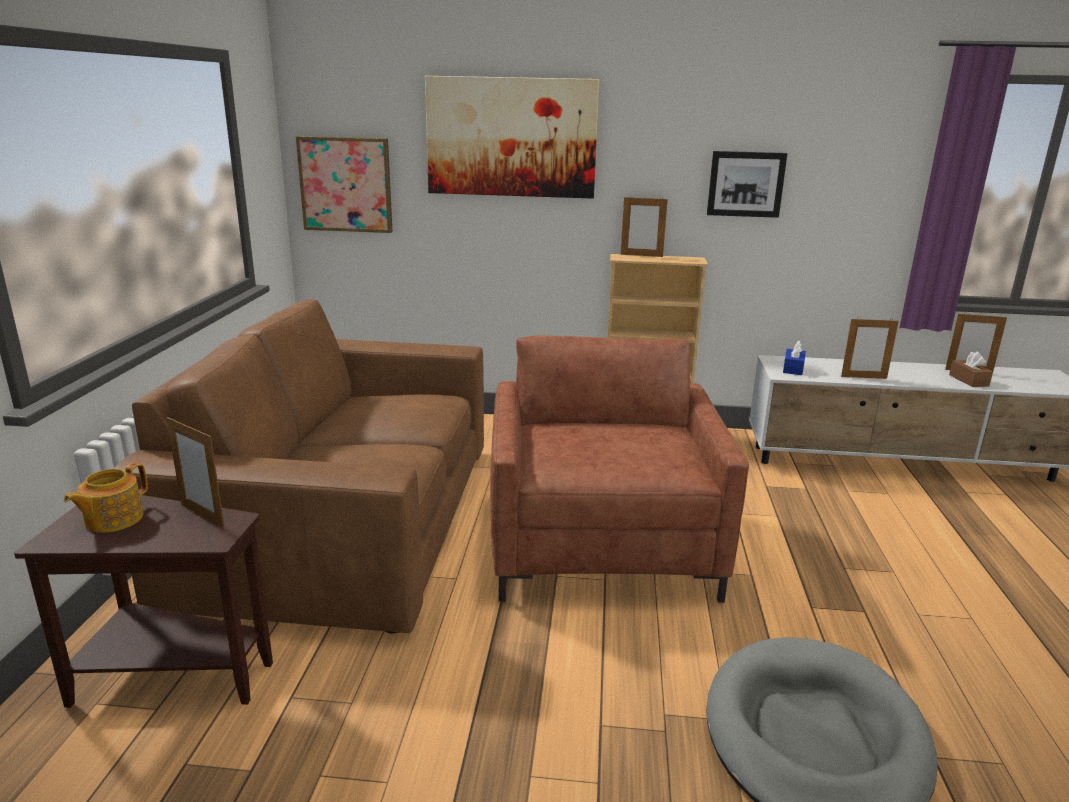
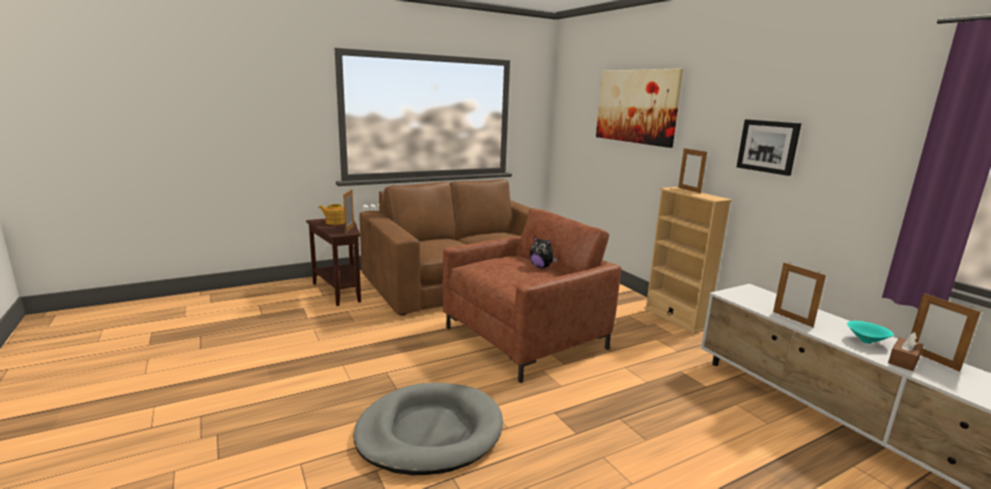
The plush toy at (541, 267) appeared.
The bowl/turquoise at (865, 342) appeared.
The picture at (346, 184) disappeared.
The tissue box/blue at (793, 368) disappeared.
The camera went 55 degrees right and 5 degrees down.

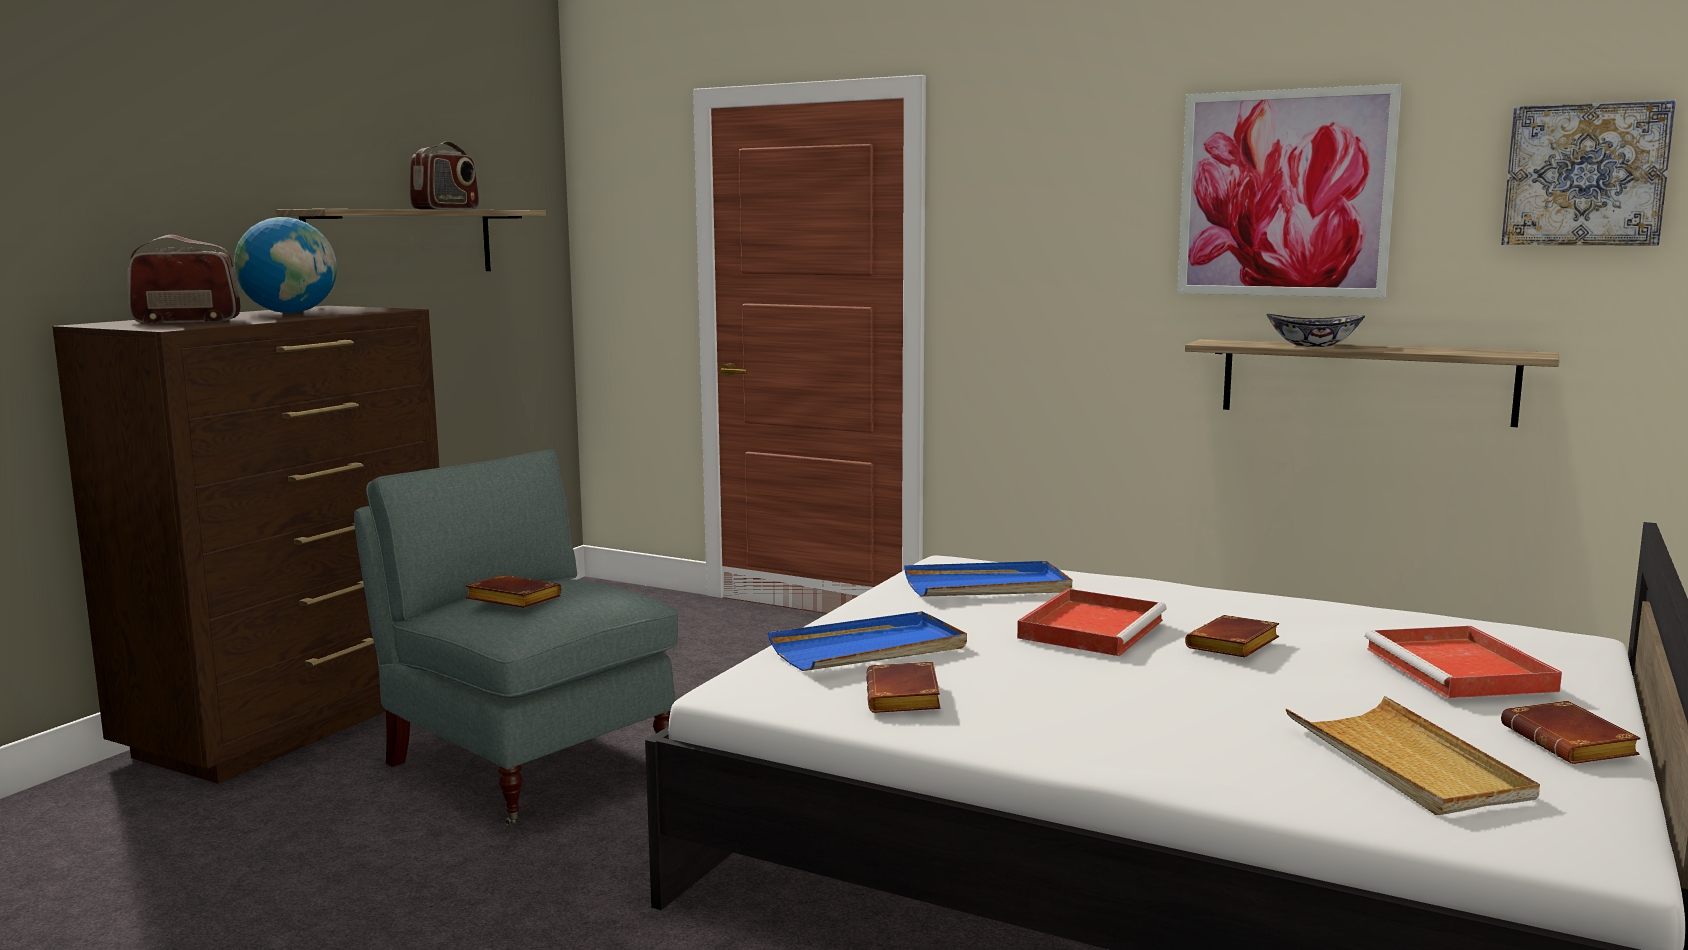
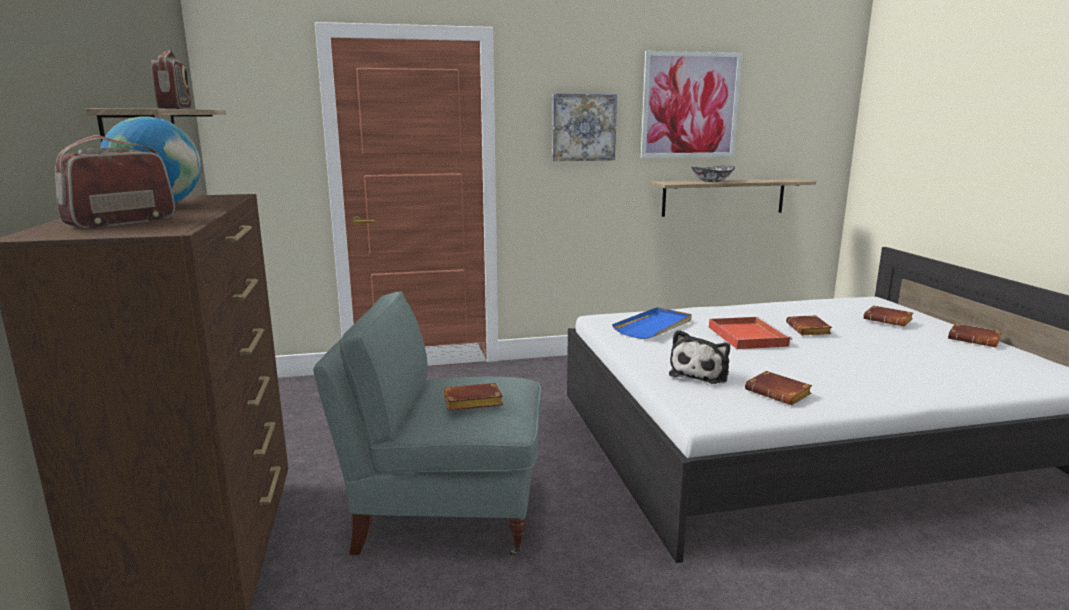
The picture moved from (1585, 175) to (583, 127).
The tray/blue at (870, 649) was replaced by the plush toy at (701, 373).
The tray/red at (1461, 670) was replaced by the book/brown at (889, 320).
The tray/beige at (1406, 763) disappeared.
The camera went 40 degrees left and 5 degrees up.

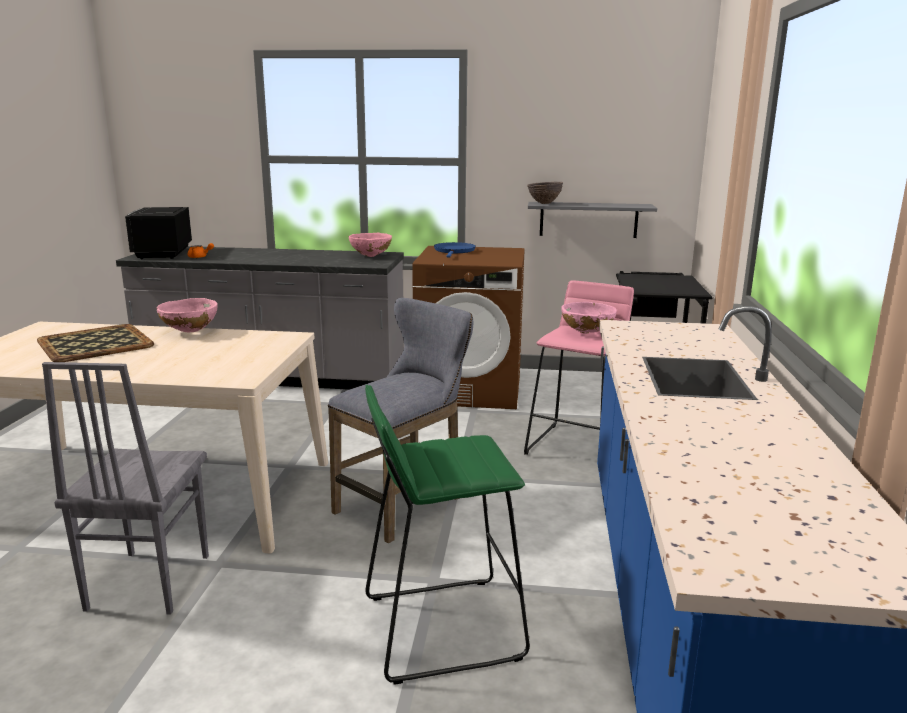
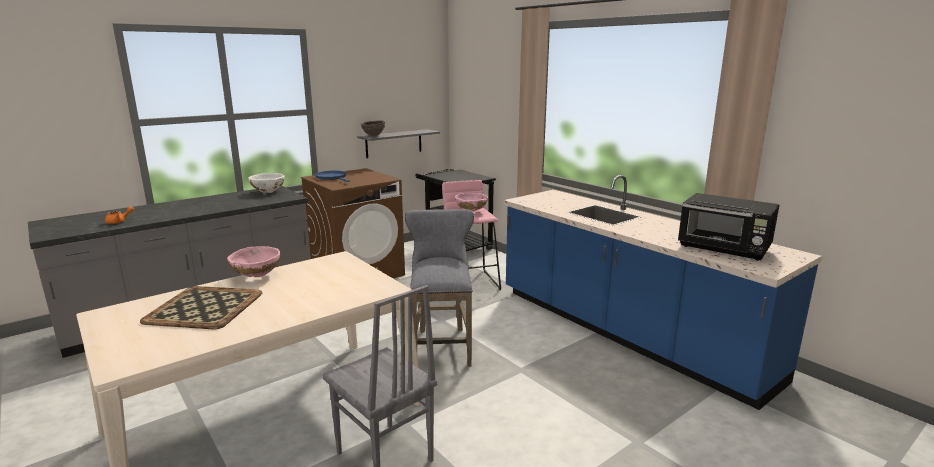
The bowl/pink at (371, 256) became the bowl/white at (268, 192).
The microwave/black moved from (162, 253) to (724, 249).
The stool/green at (441, 627) disappeared.
The camera went 45 degrees left and 0 degrees up.

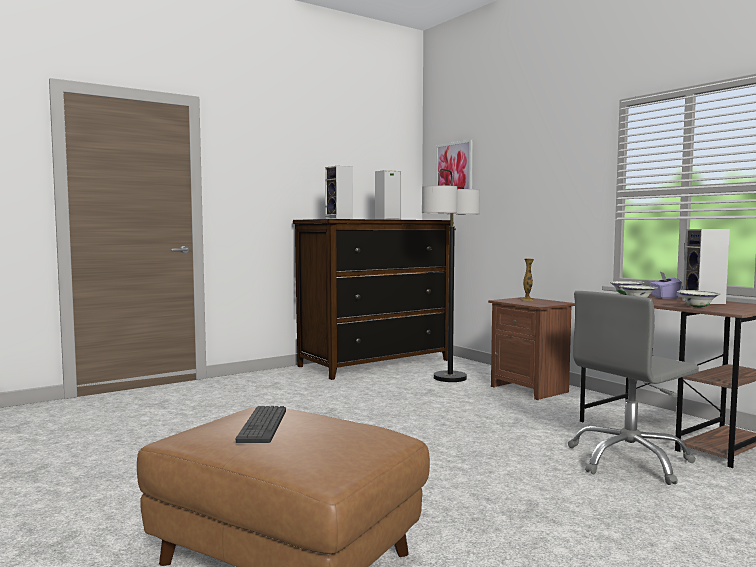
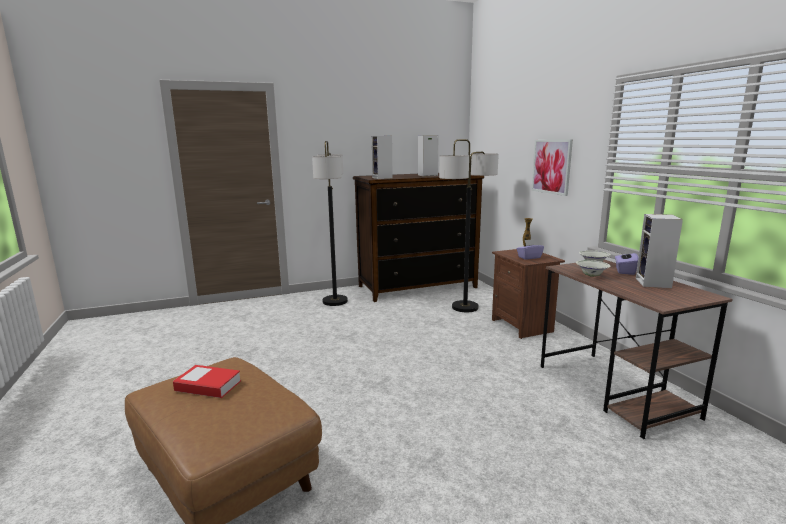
The keyboard at (262, 425) was replaced by the book at (208, 386).
The floor lamp at (335, 301) appeared.
The tissue box/purple at (529, 257) appeared.
The picture moved from (454, 168) to (551, 166).
The office chair/grey at (629, 460) disappeared.
The bowl/white at (697, 307) disappeared.
The camera went 15 degrees right and 10 degrees up.

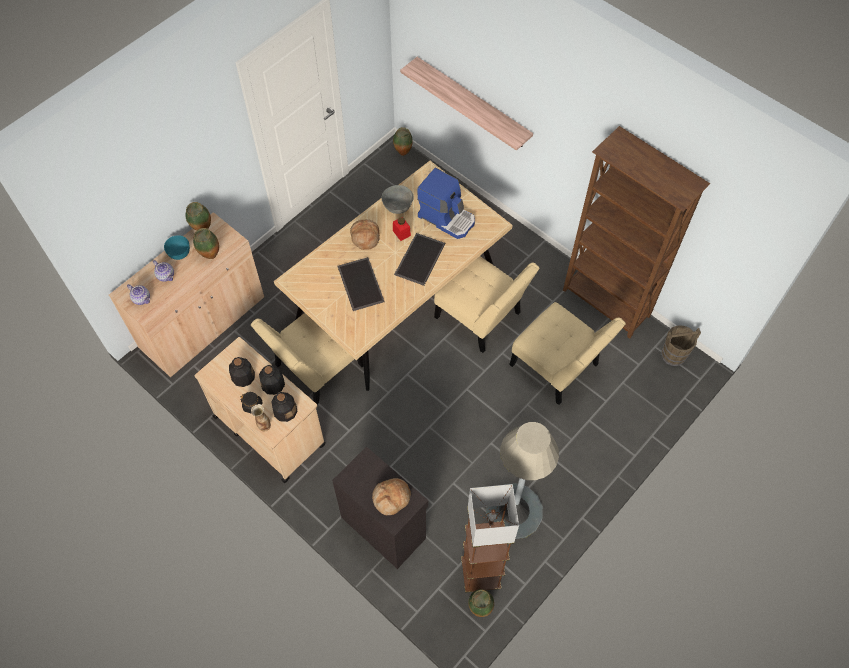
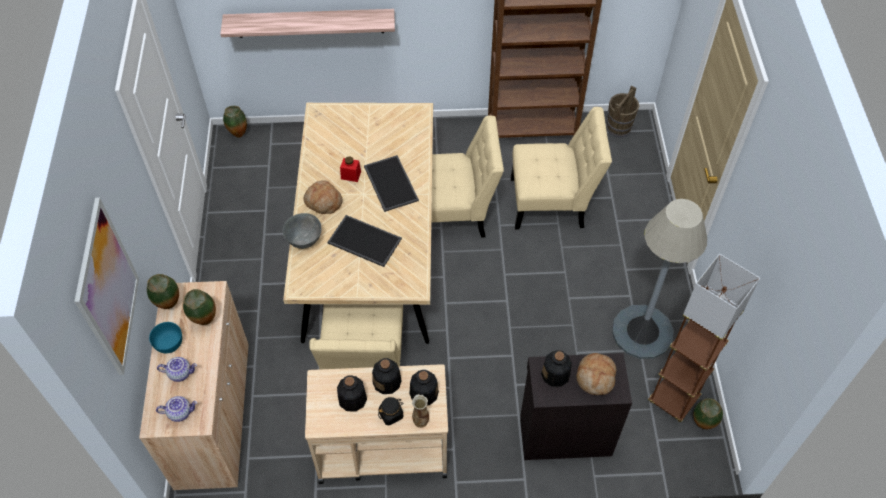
The picture at (107, 288) appeared.
The bowl/grey moved from (397, 207) to (304, 240).
The bottle at (555, 374) appeared.
The coffee machine at (447, 217) disappeared.
The camera went 45 degrees left and 5 degrees down.

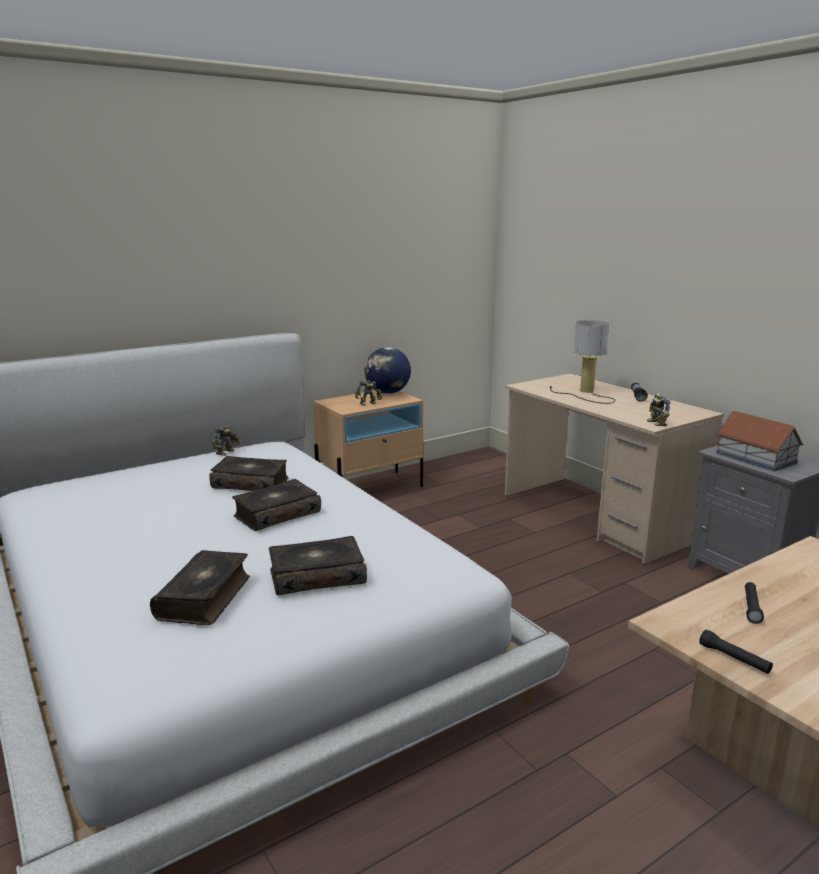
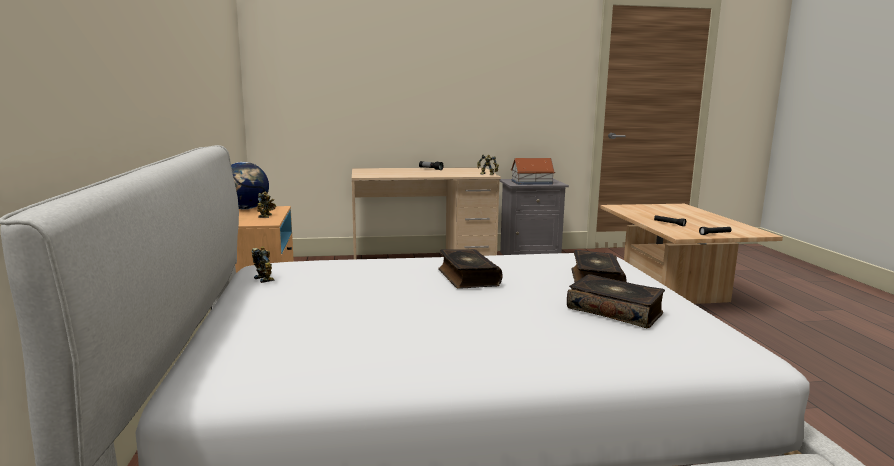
The book at (251, 483) disappeared.
The table lamp at (585, 393) disappeared.
The camera went 65 degrees left and 5 degrees down.

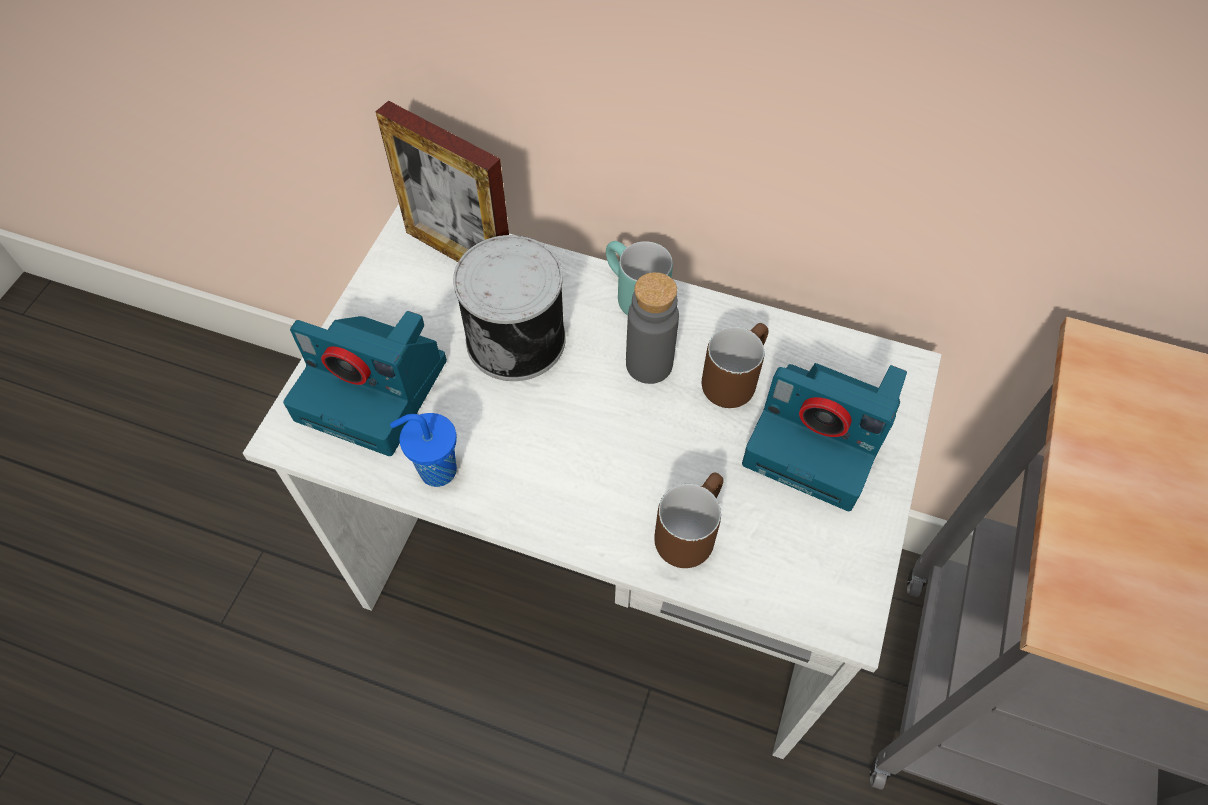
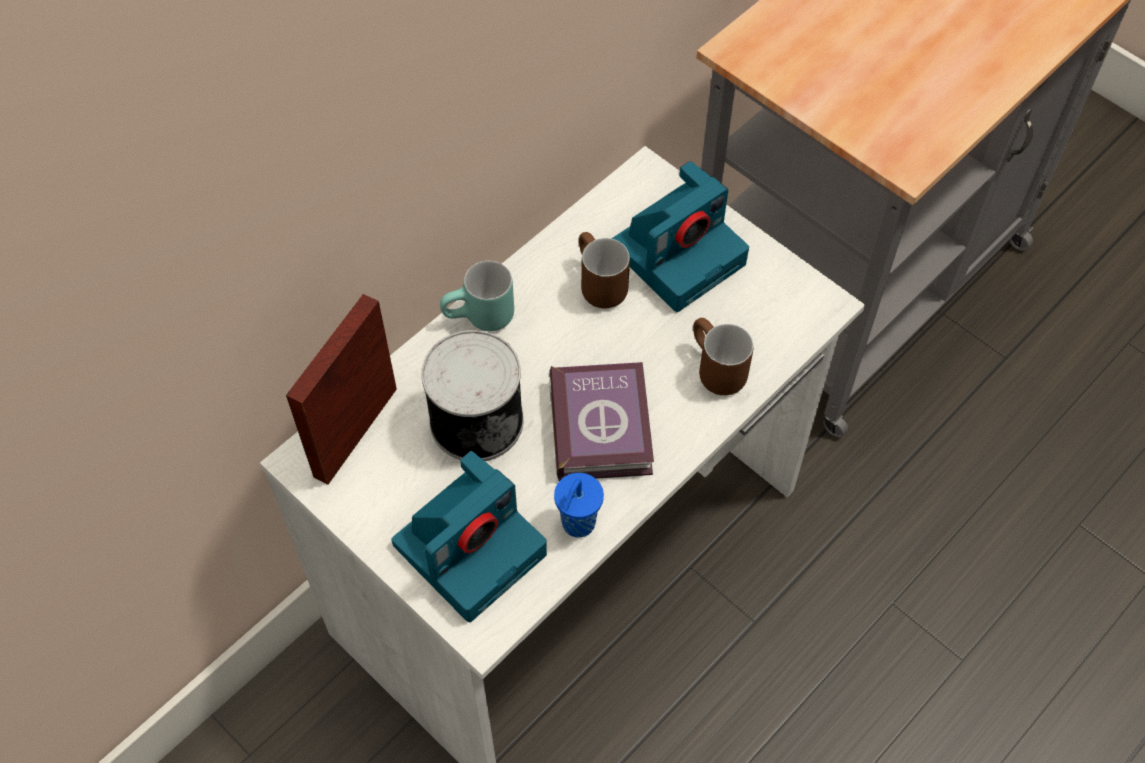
The picture frame at (459, 254) turned 150 degrees clockwise.
The book at (602, 424) appeared.
The bottle/grey at (649, 364) disappeared.
The camera went 65 degrees left and 0 degrees up.

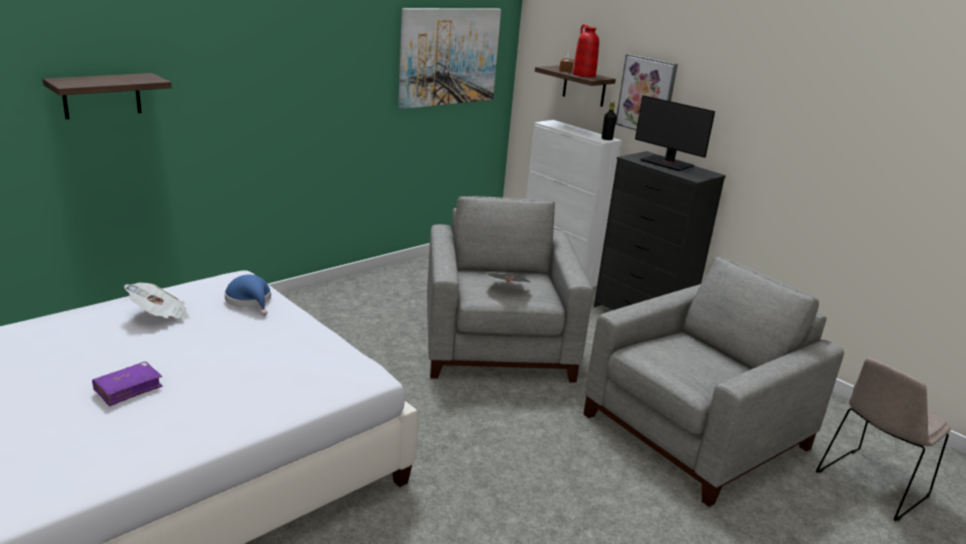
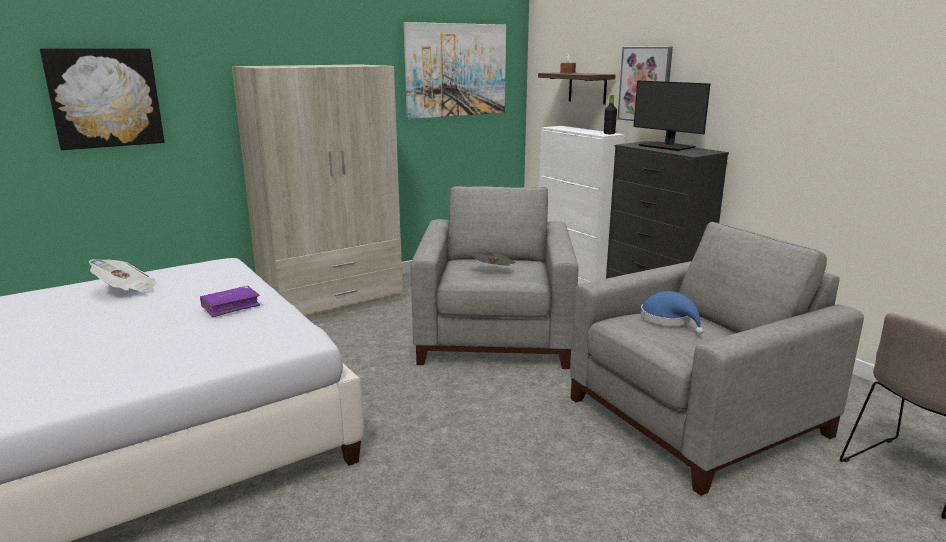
The shelf at (102, 95) was replaced by the picture at (105, 98).
The book/purple moved from (128, 389) to (231, 307).
The wardrobe/beige at (332, 302) appeared.
The hat/blue moved from (250, 300) to (669, 319).
The vase/red at (583, 75) disappeared.
The camera went 10 degrees right and 5 degrees down.

